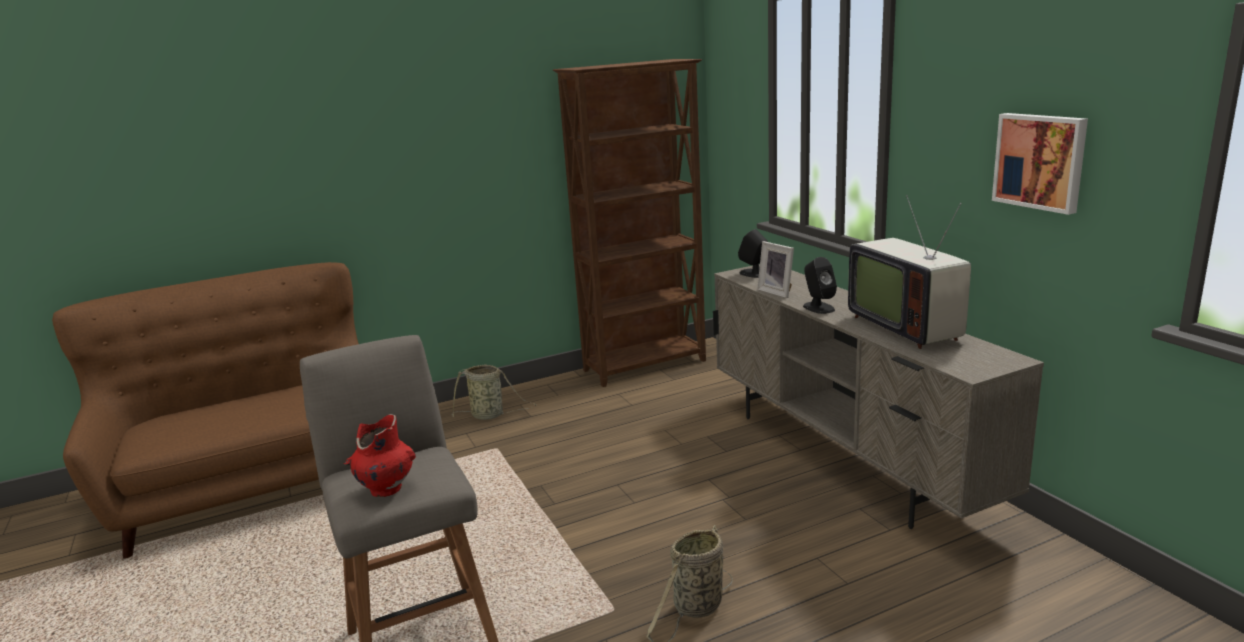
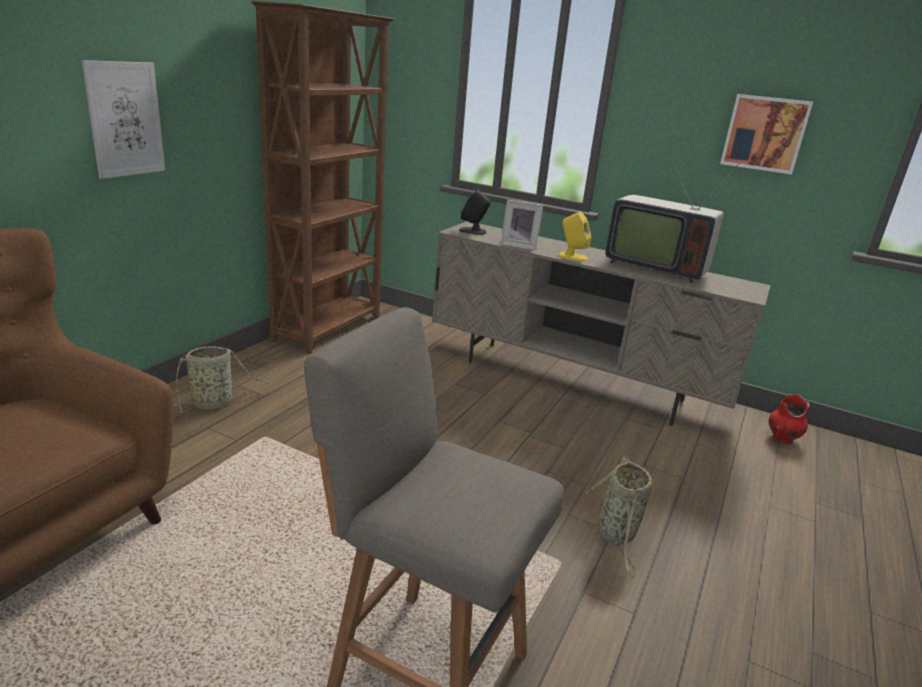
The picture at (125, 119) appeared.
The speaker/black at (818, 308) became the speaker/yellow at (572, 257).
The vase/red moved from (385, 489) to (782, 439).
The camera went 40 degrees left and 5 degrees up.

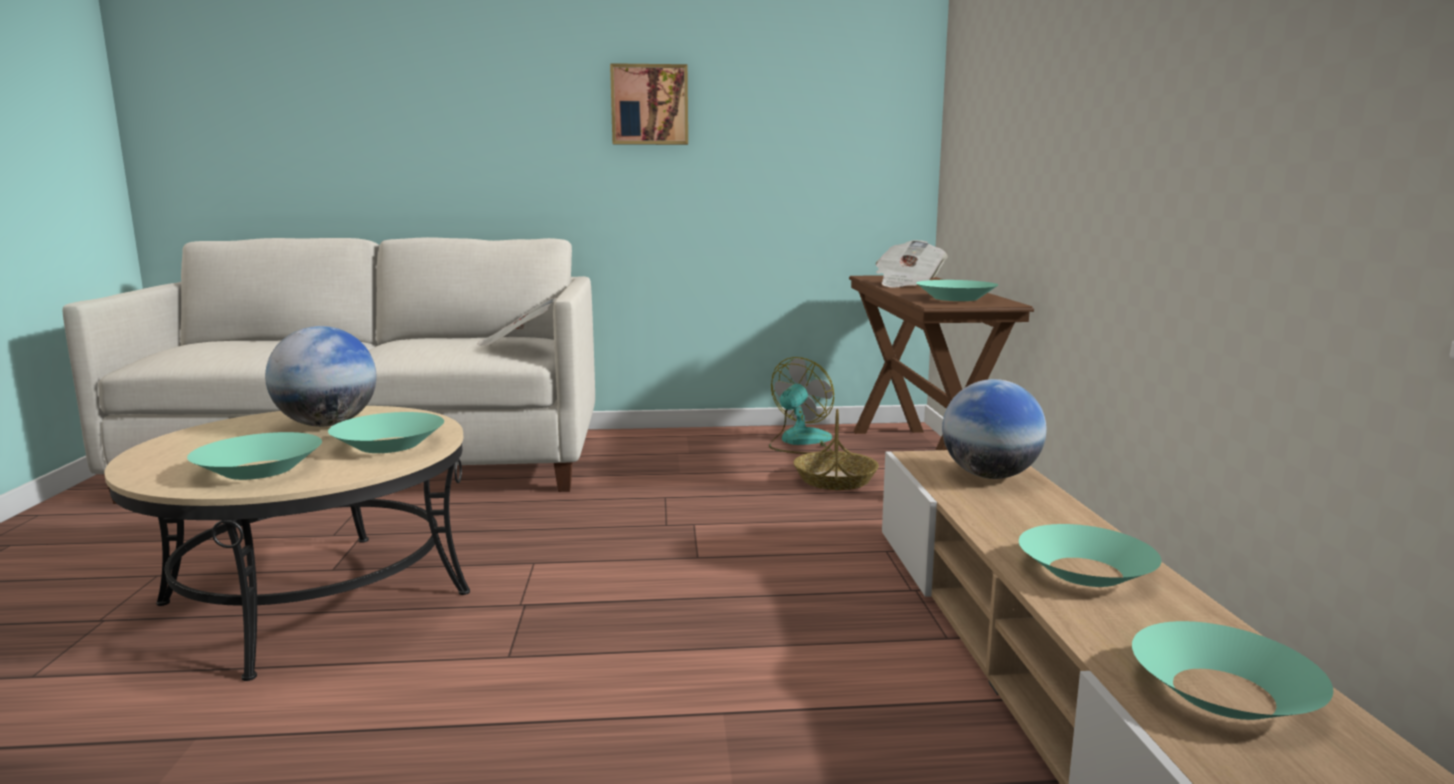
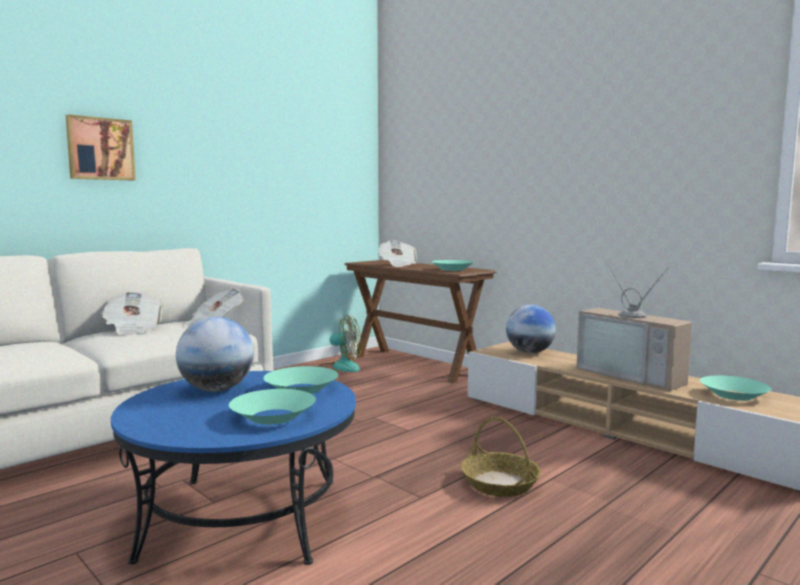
The picture moved from (649, 105) to (100, 149).
The newspaper at (133, 329) appeared.
The coffee table/beige at (316, 597) became the coffee table/blue at (243, 517).
The fan at (799, 442) turned 105 degrees clockwise.
The basket moved from (835, 480) to (500, 483).
The bowl/turquoise at (1086, 572) was replaced by the television at (634, 375).
The camera went 40 degrees left and 5 degrees down.

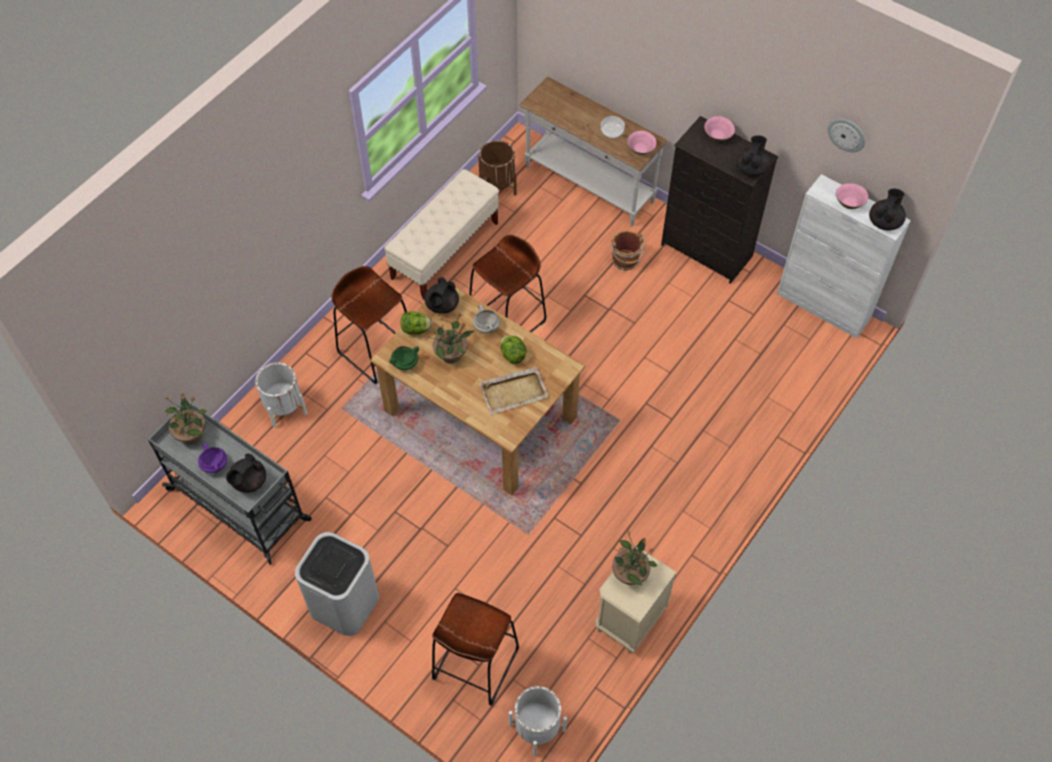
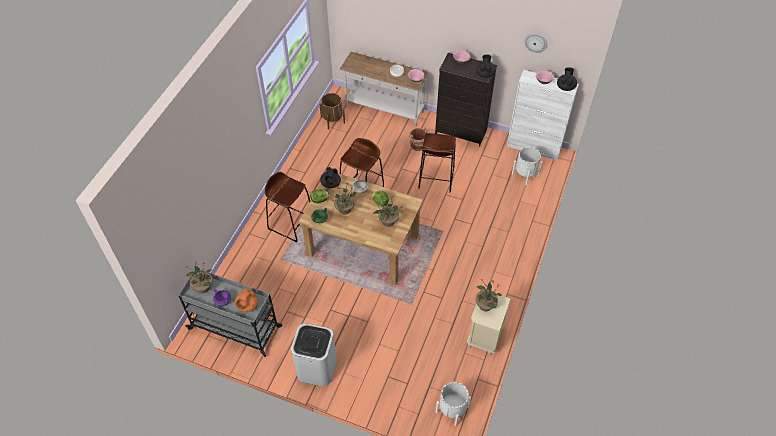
The teapot/black at (249, 481) became the teapot/orange at (247, 306).
The tray/beige at (514, 391) was replaced by the potted plant at (388, 221).
The stool/brown moved from (475, 664) to (436, 178).
The planter/white moved from (284, 407) to (525, 174).
The bench/beige at (445, 250) disappeared.
The camera went 15 degrees left and 5 degrees down.

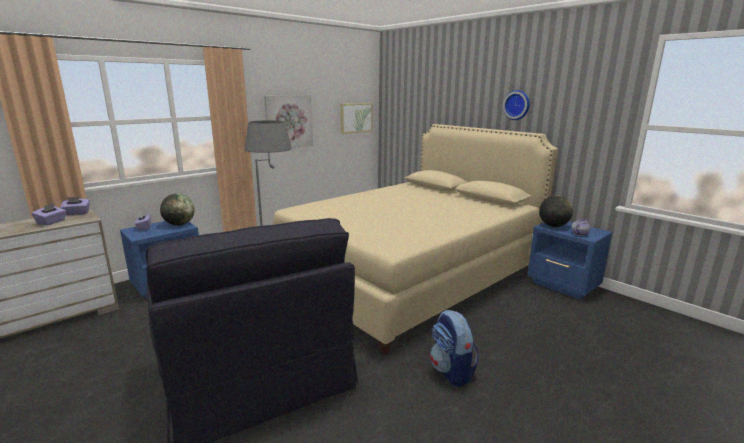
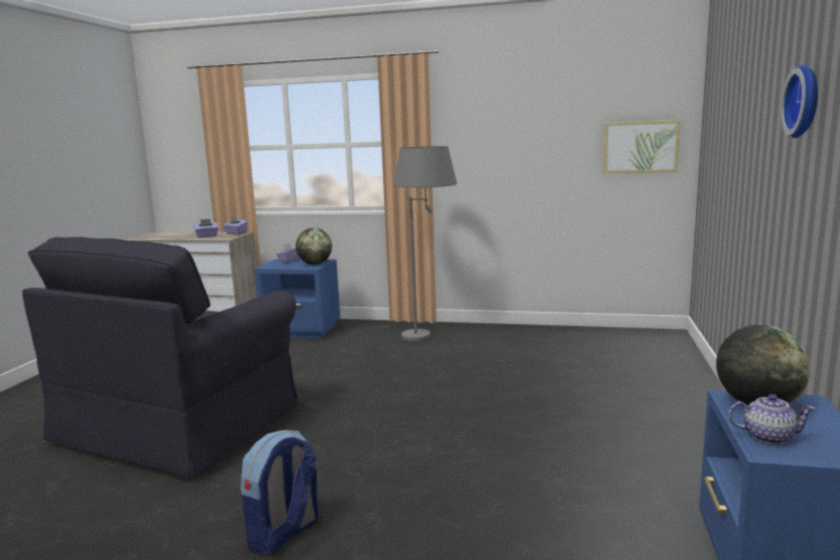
The picture at (288, 121) disappeared.
The bed/beige at (409, 274) disappeared.
The camera went 55 degrees right and 5 degrees down.

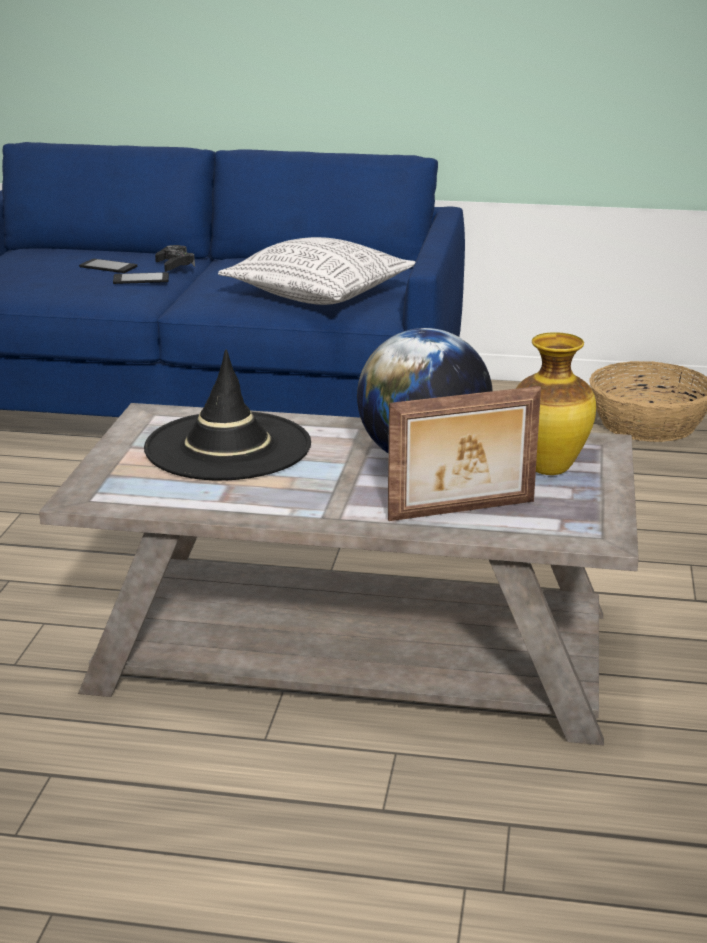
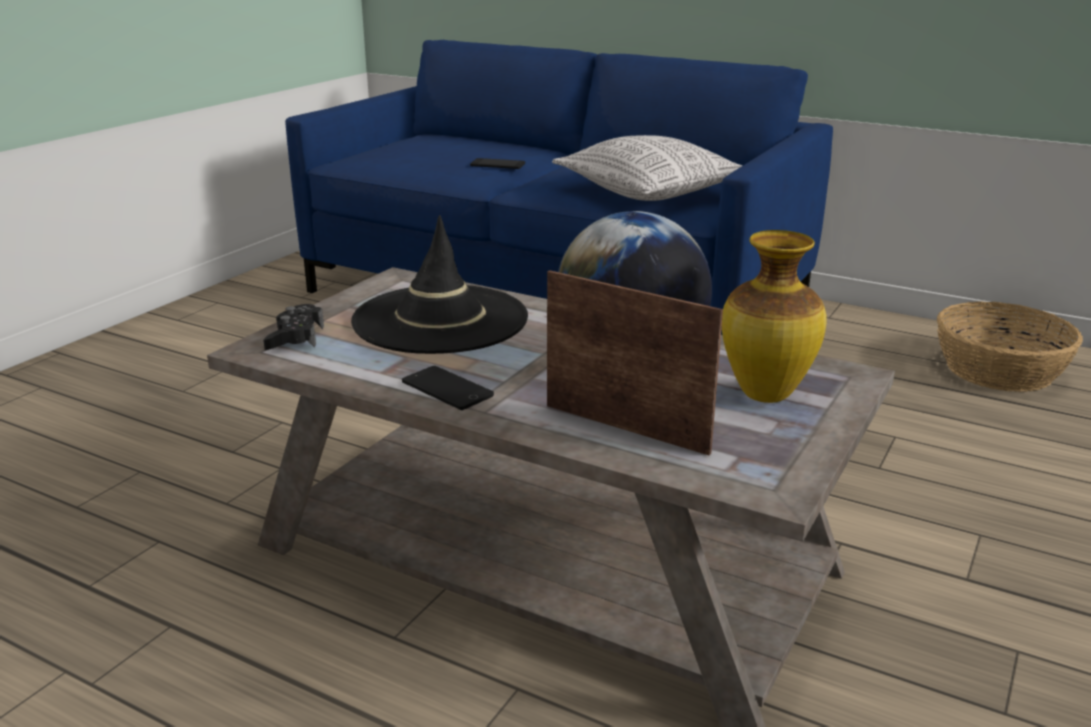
The game controller/black moved from (175, 265) to (295, 337).
The phone moved from (108, 267) to (447, 389).
The picture frame at (462, 511) turned 150 degrees counterclockwise.
The camera went 20 degrees right and 0 degrees up.

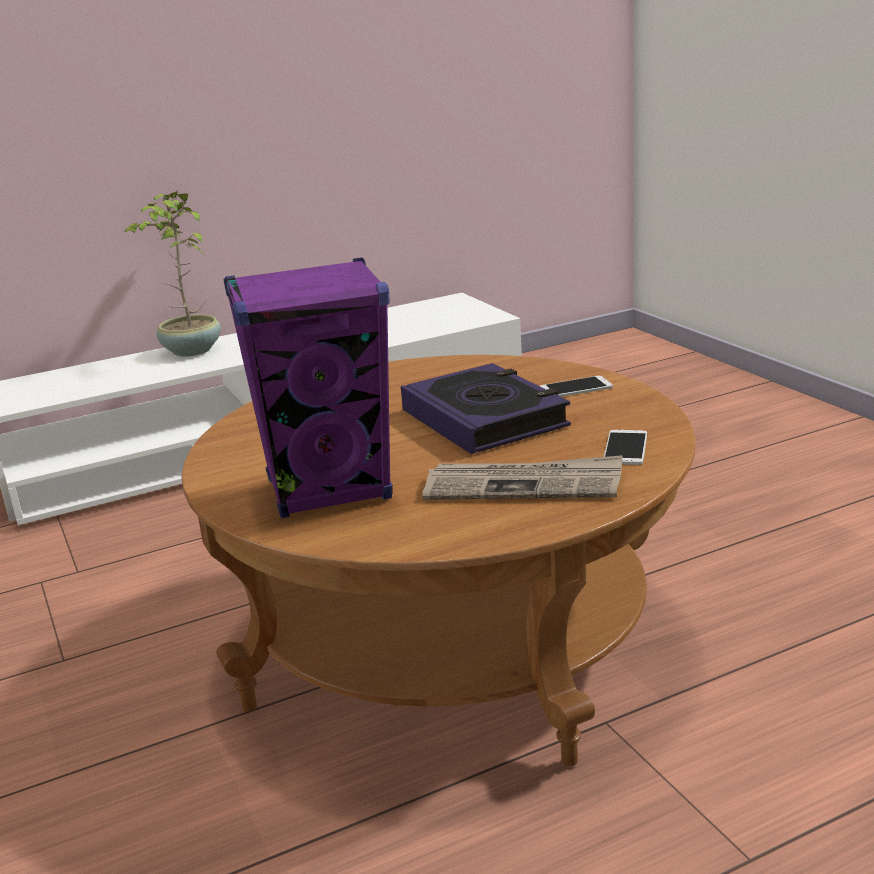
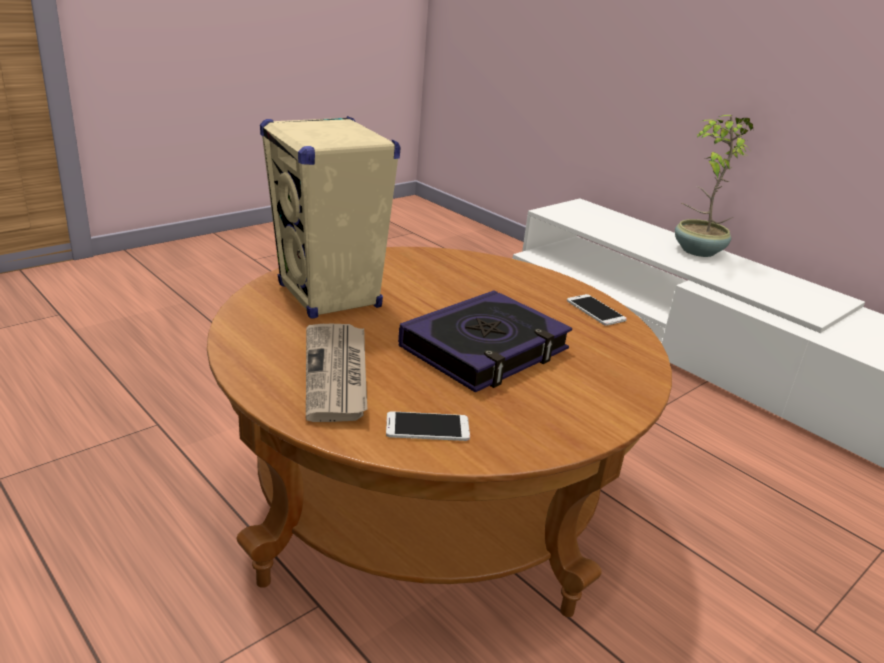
The speaker/purple at (330, 490) became the speaker/beige at (329, 296).
The phone moved from (576, 388) to (595, 310).
The camera went 70 degrees right and 5 degrees up.

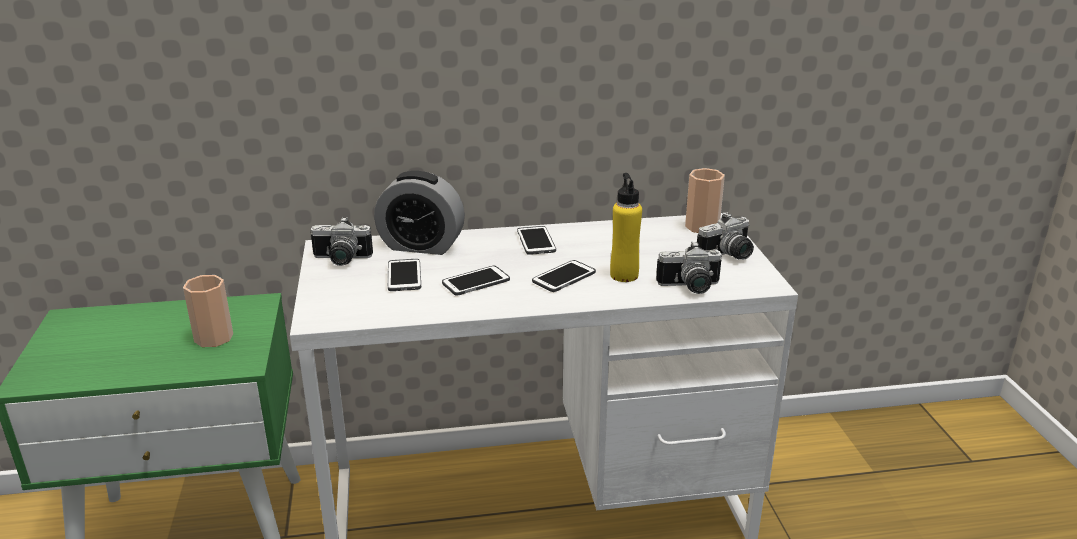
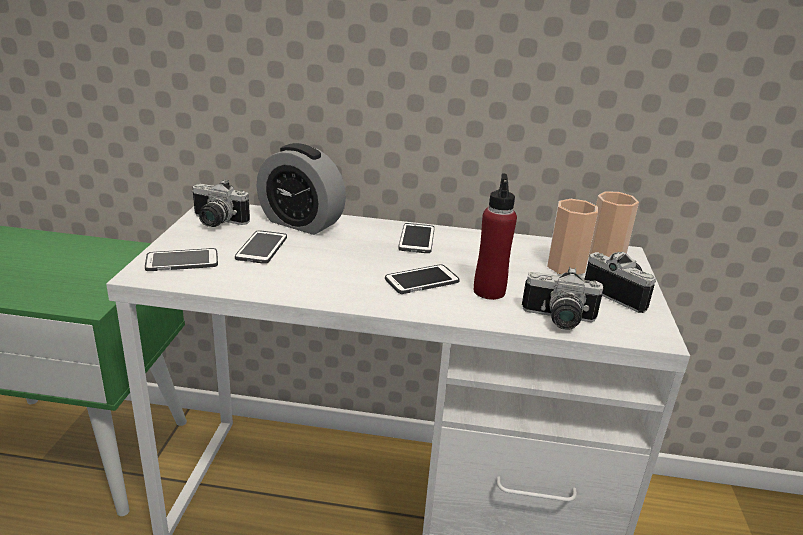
The phone moved from (476, 282) to (182, 261).
The bottle/yellow at (624, 275) became the bottle/red at (489, 291).
The cup moved from (213, 338) to (566, 267).
The photo camera at (728, 256) turned 120 degrees counterclockwise.
The camera went 15 degrees right and 0 degrees up.

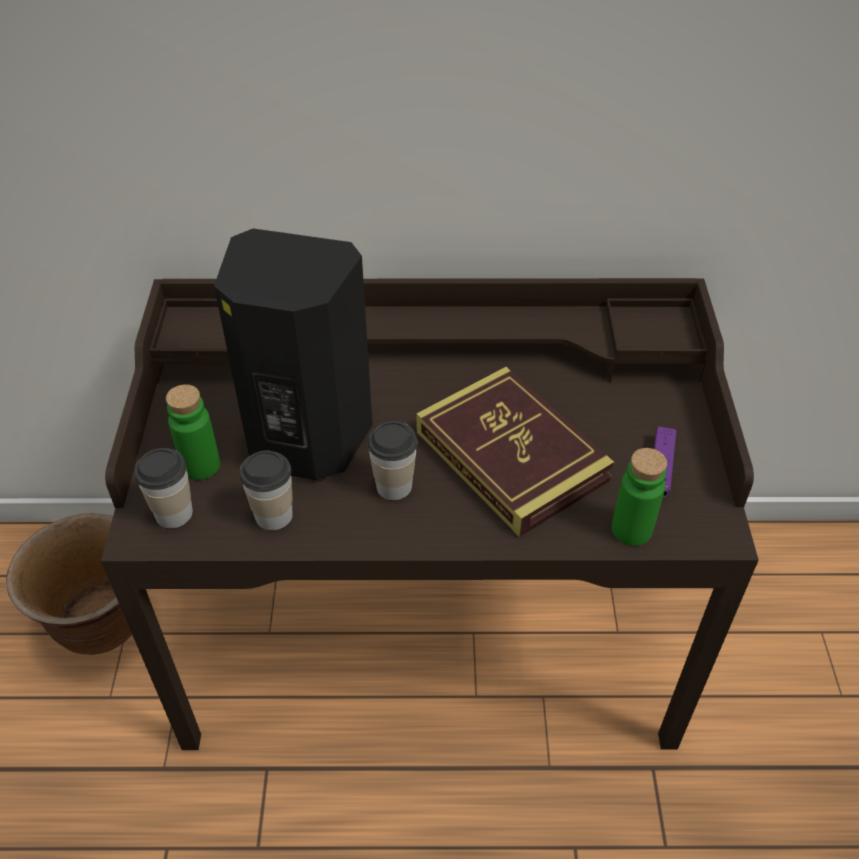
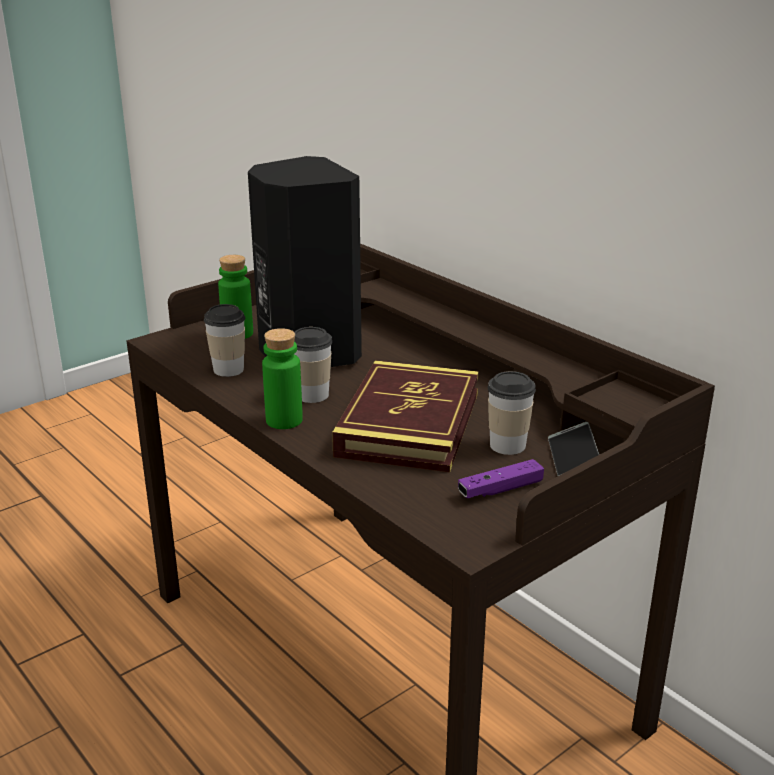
The bottle/green moved from (631, 529) to (284, 420).
The cup moved from (174, 513) to (507, 445).
The phone at (573, 459) appeared.
The planter/brown at (103, 623) disappeared.
The camera went 50 degrees right and 20 degrees down.

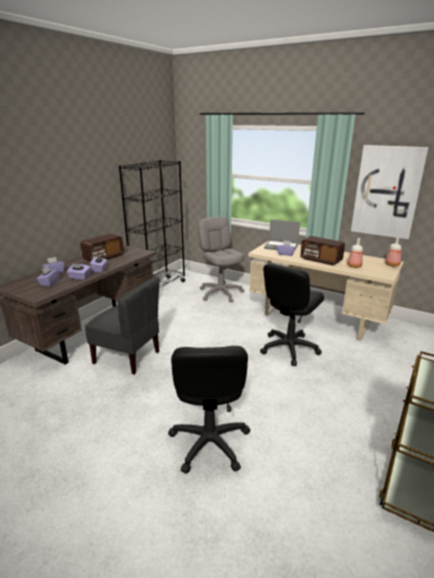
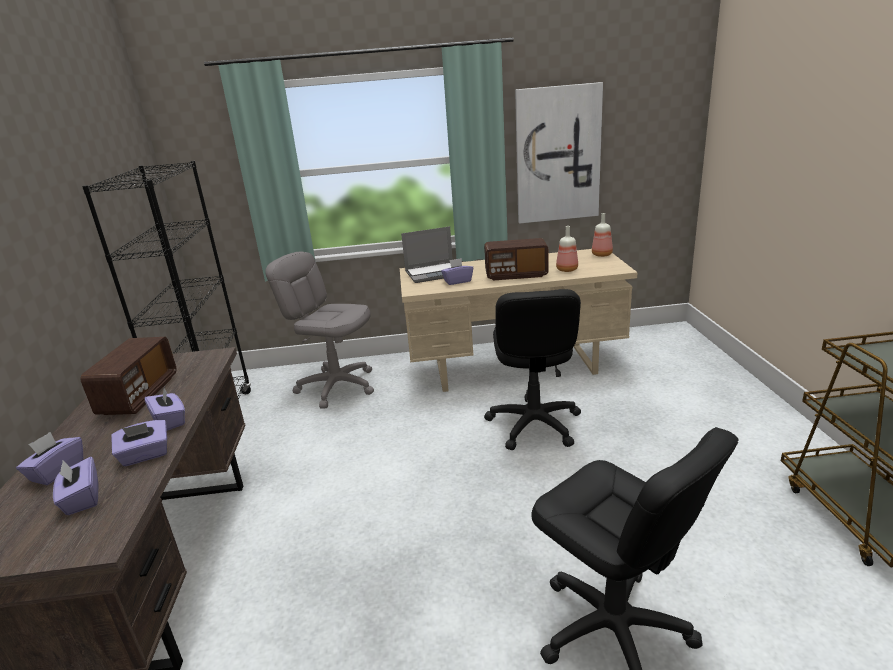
The chair/grey at (127, 357) disappeared.
The camera went 35 degrees left and 0 degrees up.

